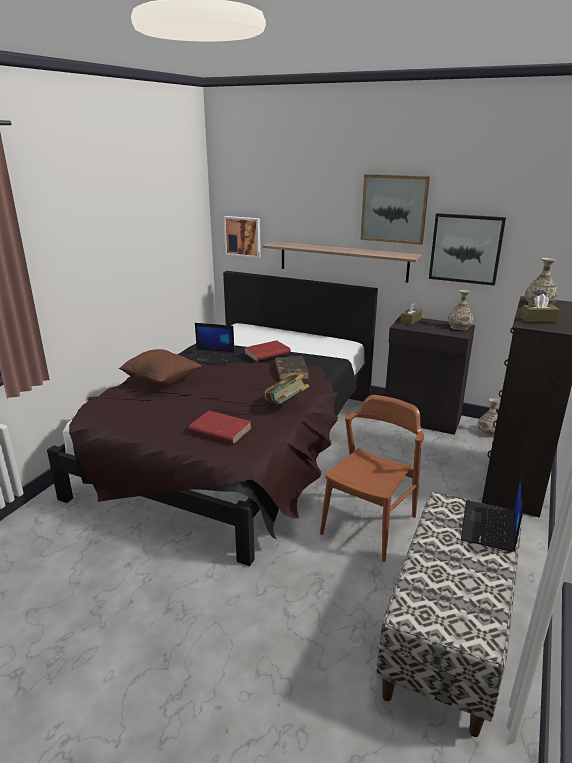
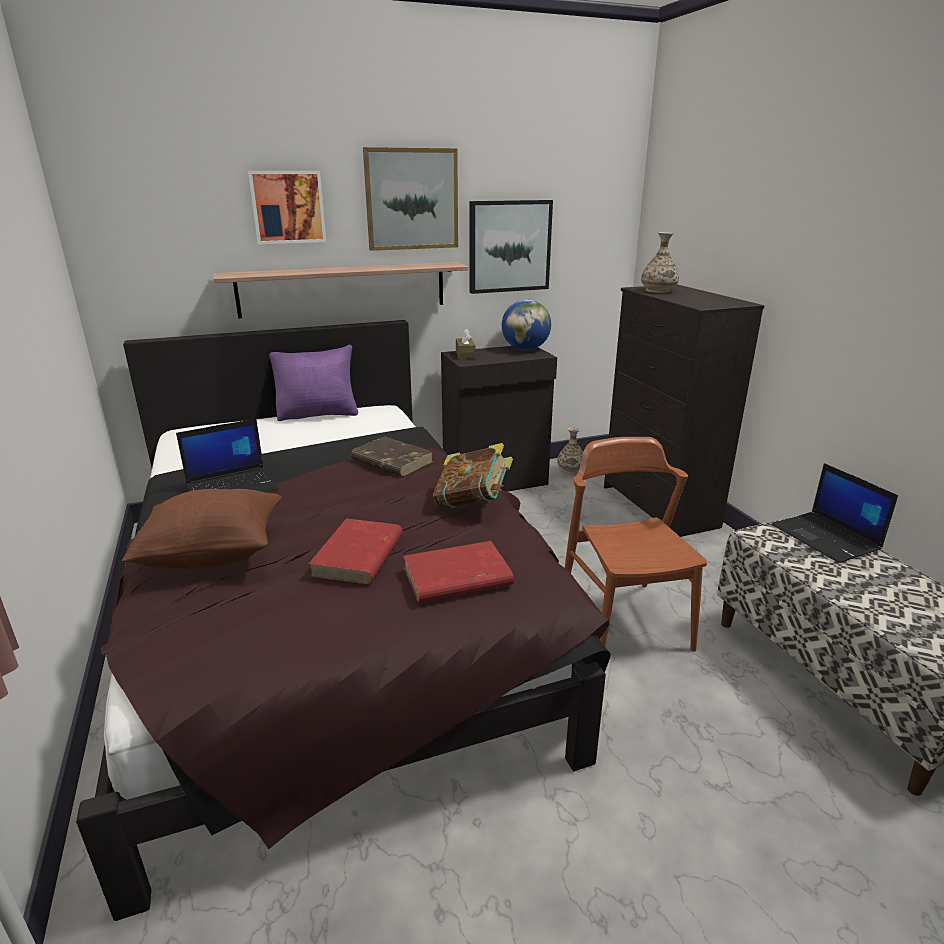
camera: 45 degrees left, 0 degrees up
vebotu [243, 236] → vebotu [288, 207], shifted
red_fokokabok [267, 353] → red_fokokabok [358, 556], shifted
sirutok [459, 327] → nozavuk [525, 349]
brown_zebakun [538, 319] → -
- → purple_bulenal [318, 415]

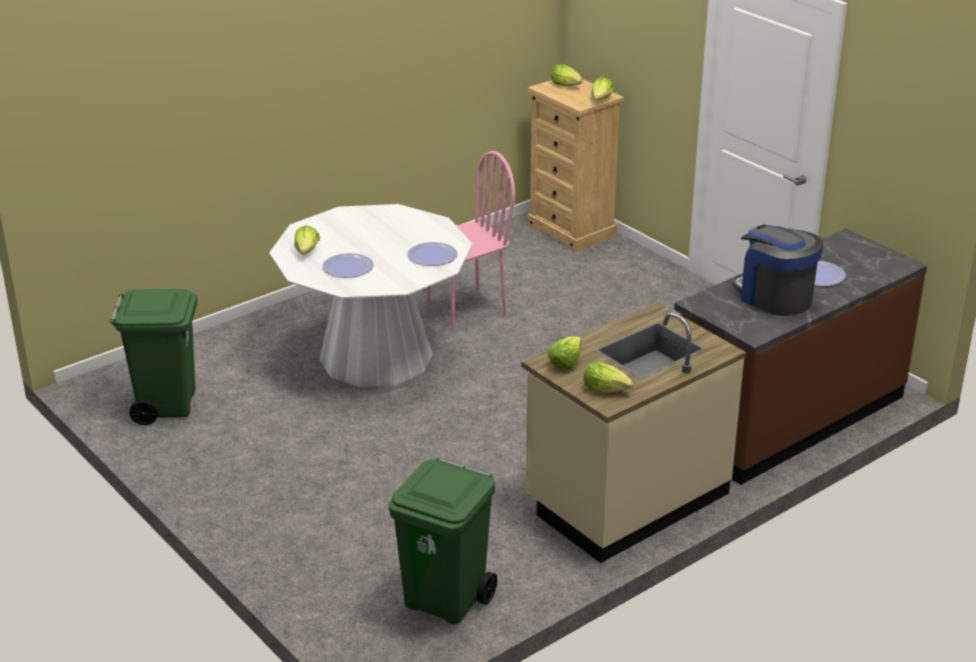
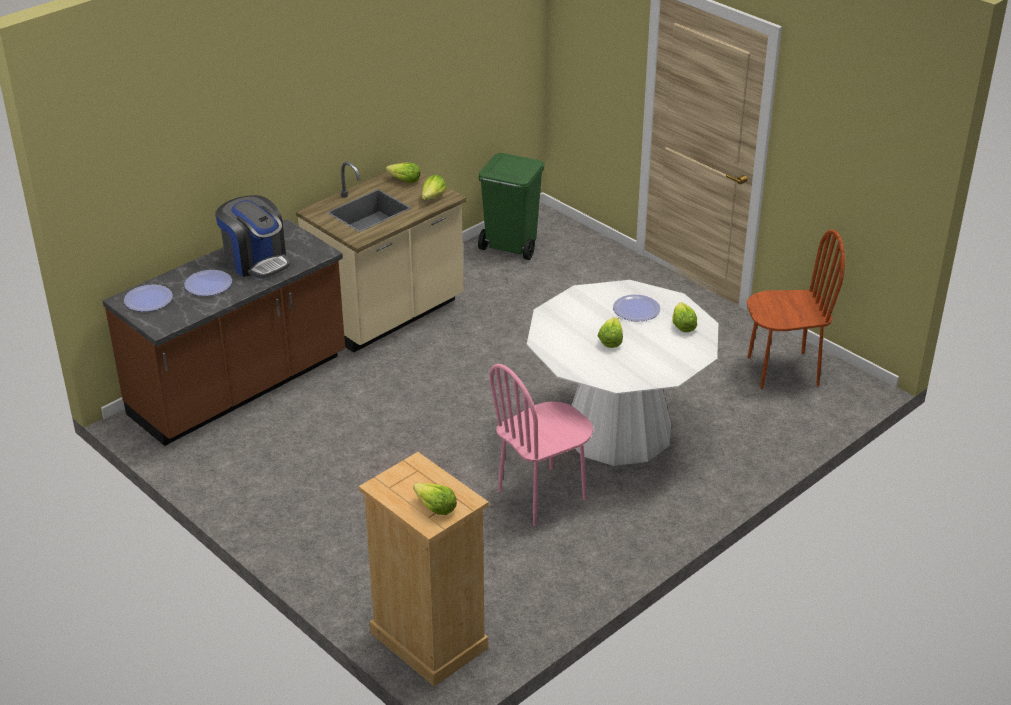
camera: 175 degrees right, 5 degrees up
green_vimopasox [166, 405] → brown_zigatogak [782, 371]
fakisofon [432, 255] → fakisofon [148, 299], shifted
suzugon [601, 99] → suzugon [610, 340], shifted

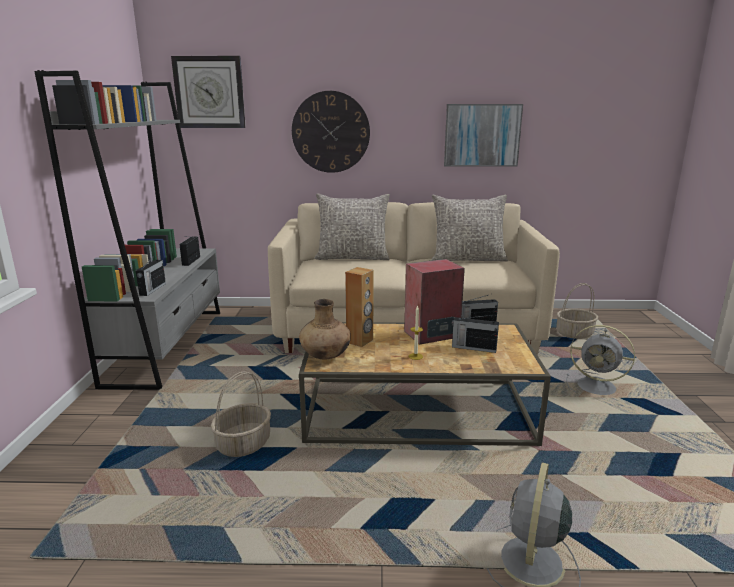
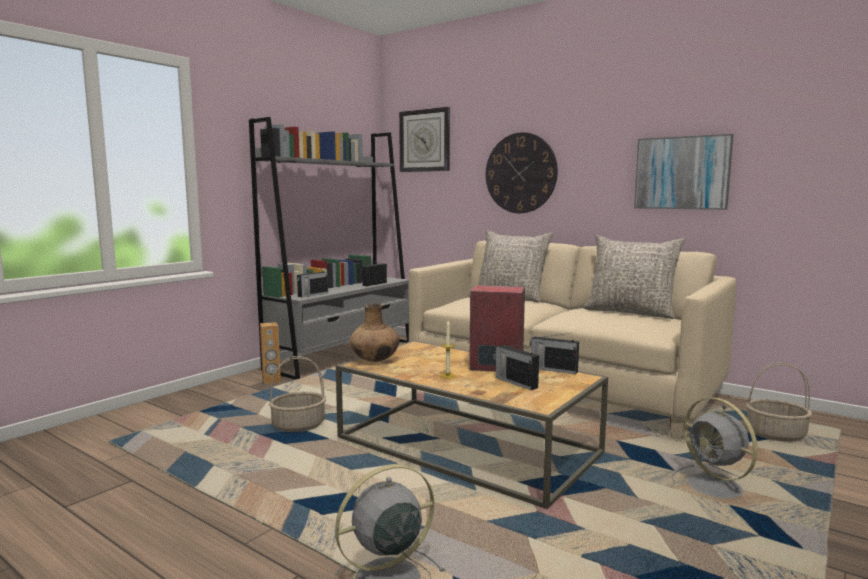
camera: 35 degrees right, 10 degrees down
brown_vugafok [360, 341] → brown_vugafok [271, 381], shifted

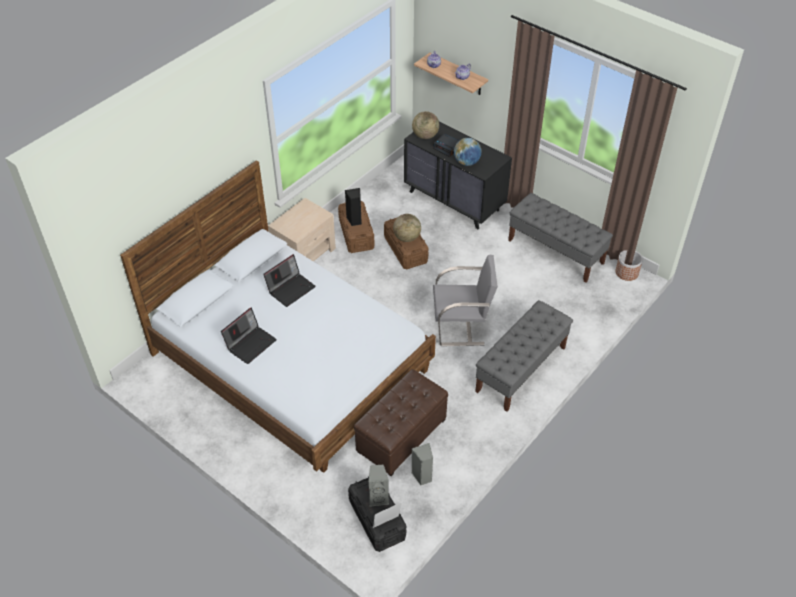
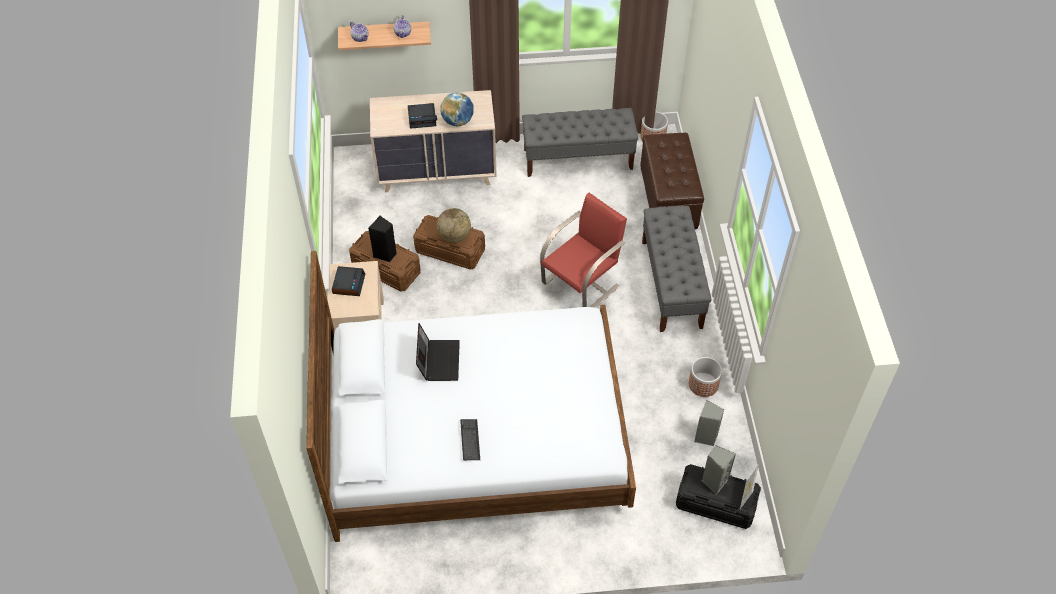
camera: 45 degrees left, 5 degrees up
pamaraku [250, 343] → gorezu [470, 440]
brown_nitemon [401, 436] → brown_nitemon [667, 198], shifted
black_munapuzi [454, 201] → beige_munapuzi [437, 172]
nozavuk [425, 136] → -
grey_zigatogak [461, 326] → red_zigatogak [582, 284]
- → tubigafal [348, 284]
- → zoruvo [703, 384]

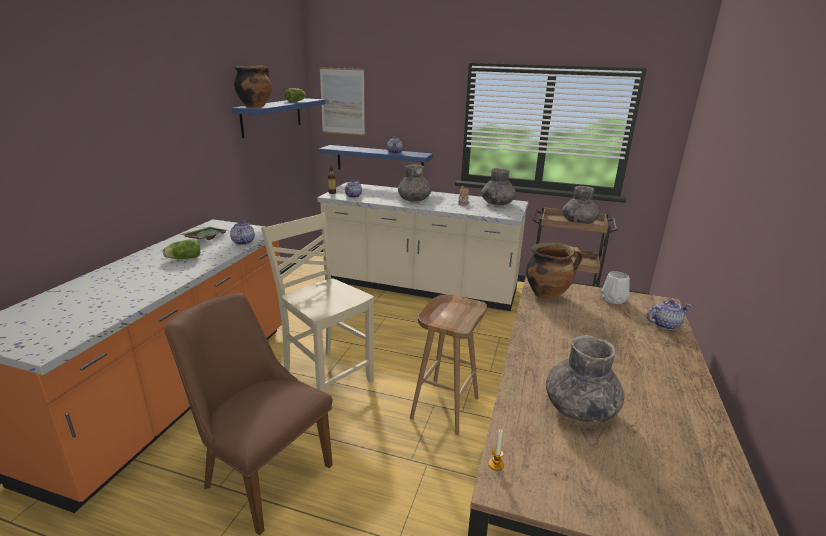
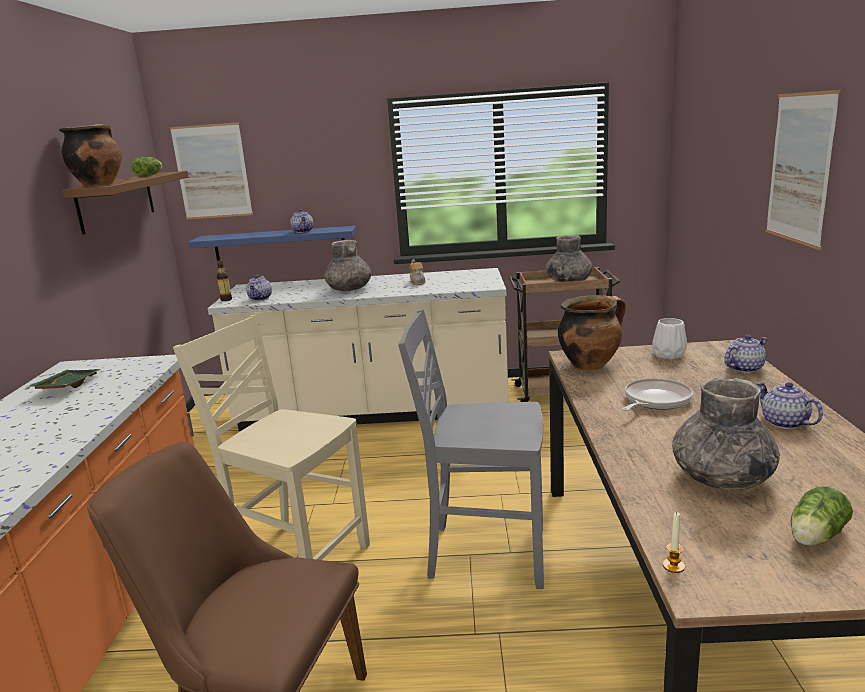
camera: 15 degrees left, 5 degrees down
suzugon [183, 258] → suzugon [814, 537], shifted
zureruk [243, 242] → zureruk [784, 422], shifted
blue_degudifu [272, 116] → brown_degudifu [117, 201]
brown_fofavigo [444, 407] → grey_zigatogak [484, 553]
grey_sirutok [497, 203] → -
- → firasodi [655, 400]
- → vebotu [800, 168]

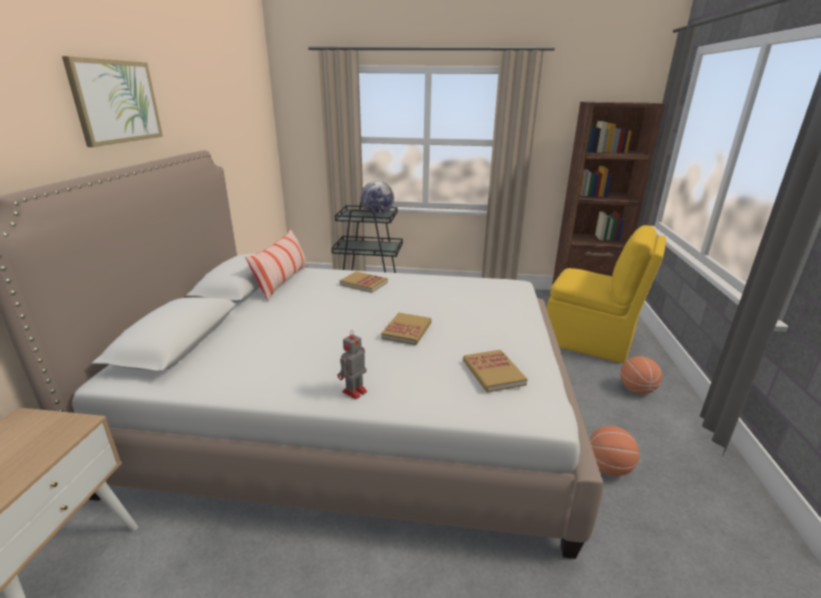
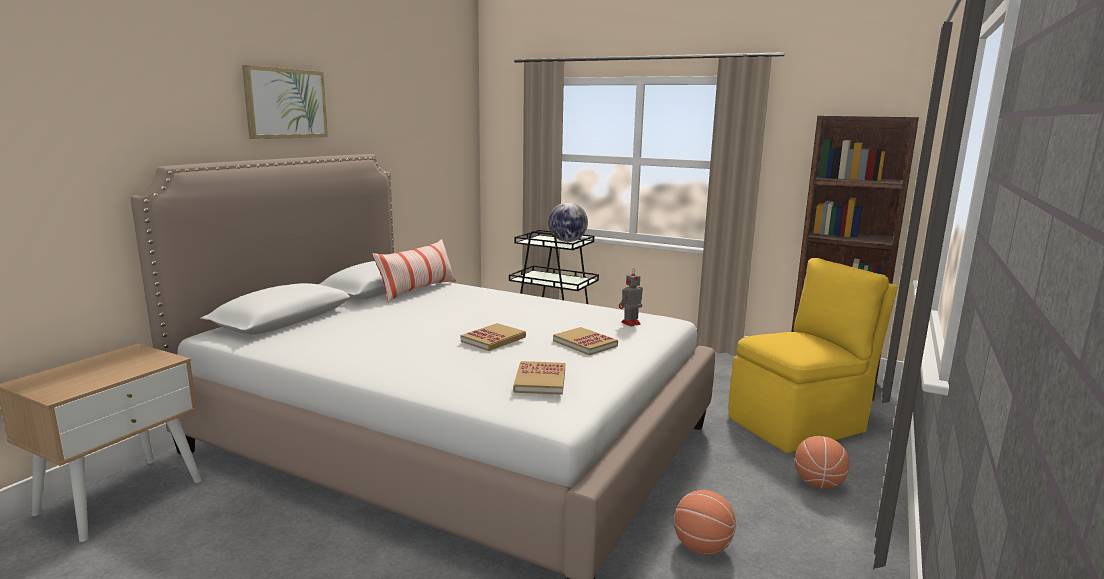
camera: 20 degrees right, 10 degrees down
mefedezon [353, 392] → mefedezon [630, 323], shifted
fokokabok [363, 283] → fokokabok [585, 343], shifted
yellow_zigatogak [590, 341] → yellow_zigatogak [799, 424], 75 degrees counterclockwise

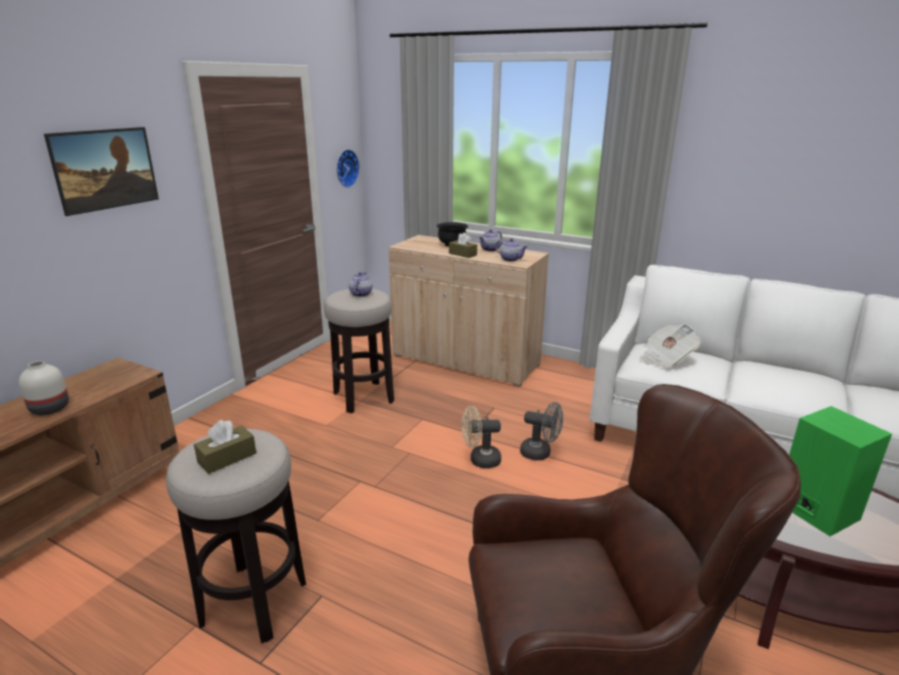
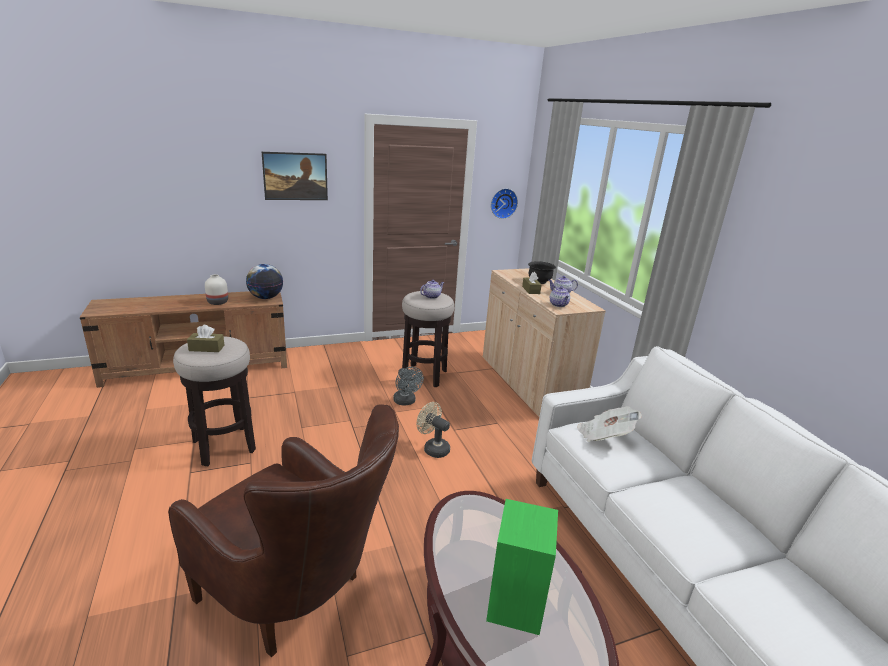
camera: 40 degrees right, 0 degrees up
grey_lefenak [540, 453] → grey_lefenak [406, 402], shifted
- → nozavuk [266, 298]

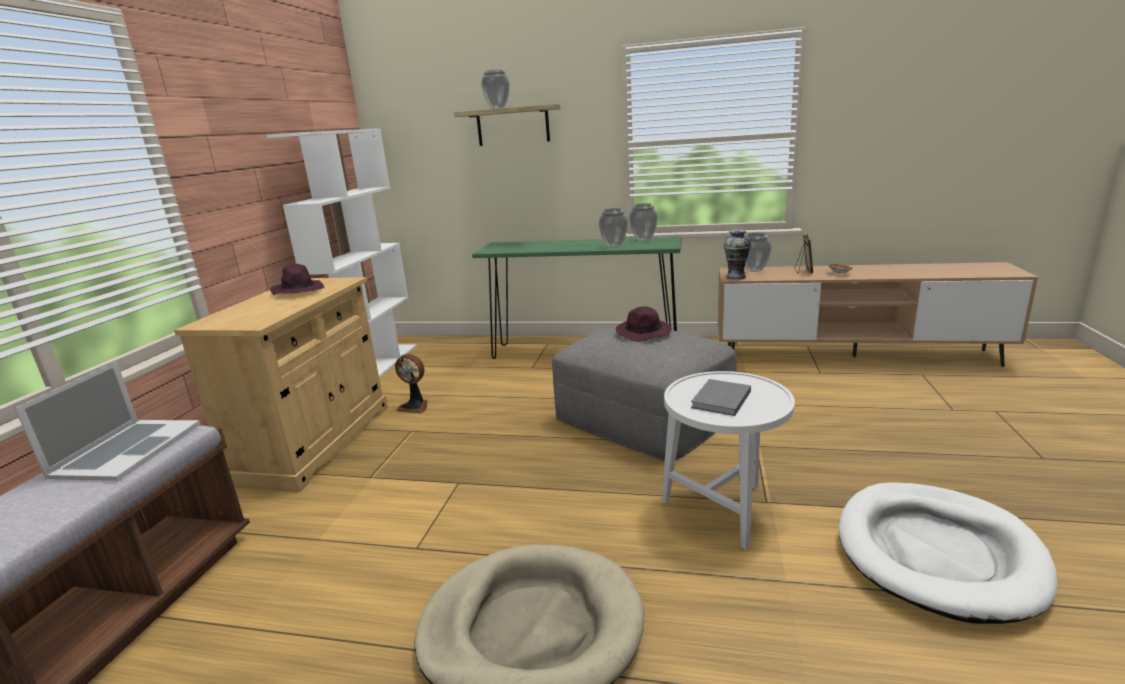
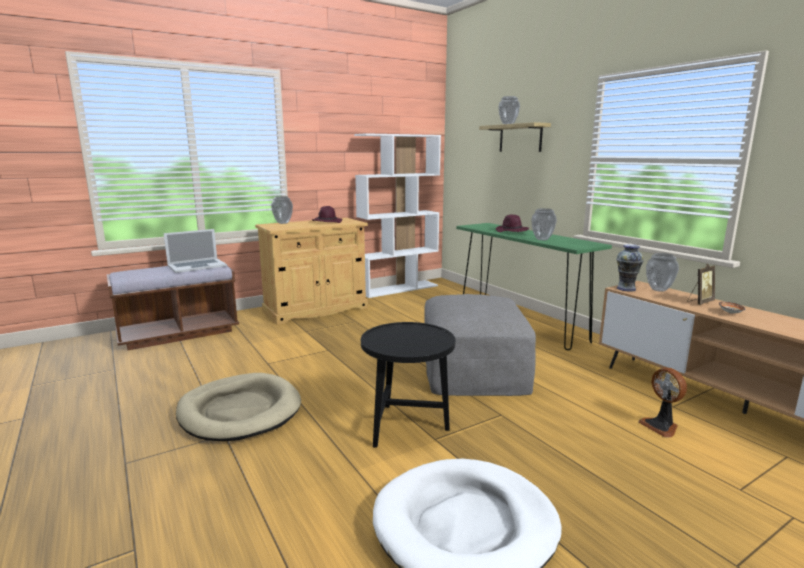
camera: 45 degrees right, 5 degrees down
lefenak [415, 406] → lefenak [661, 426], shifted
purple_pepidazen [644, 333] → purple_pepidazen [512, 231], shifted
sirutok [643, 240] → sirutok [283, 223], shifted
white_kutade [724, 507] → black_kutade [407, 426]
grey_fokokabok [719, 400] → -

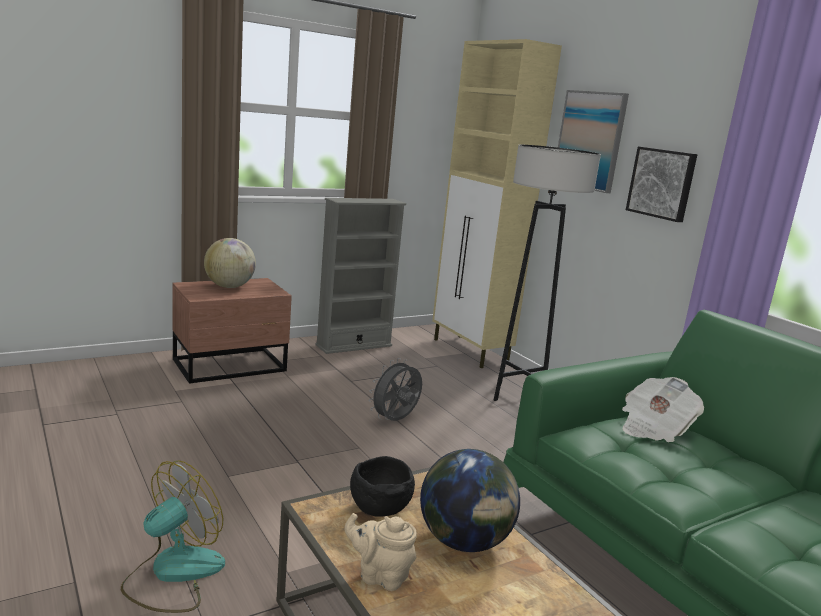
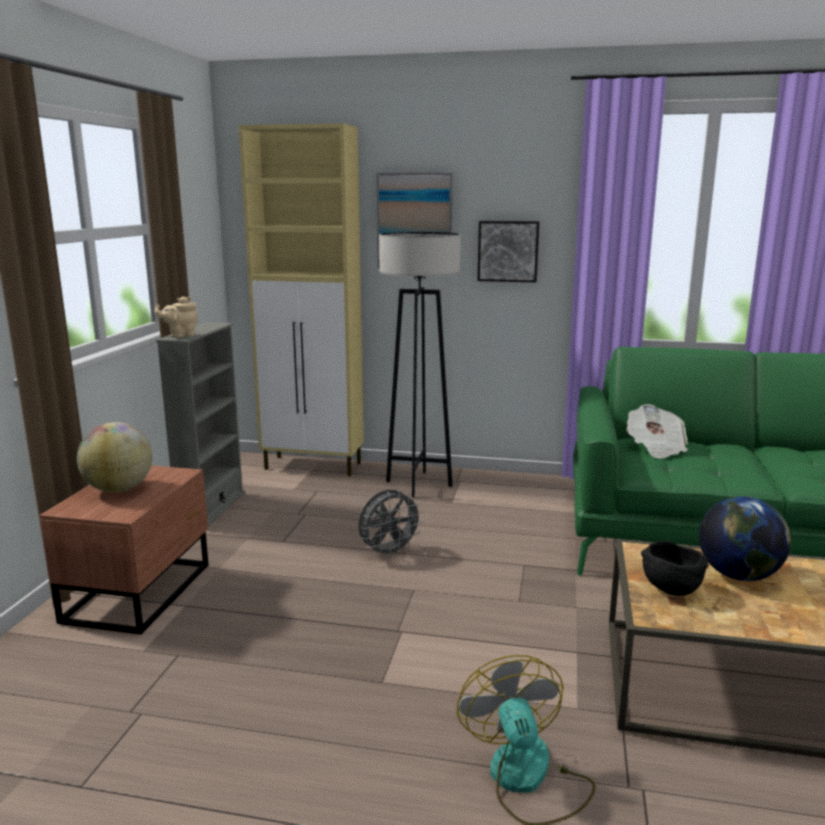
camera: 45 degrees left, 0 degrees up
beige_zureruk [380, 575] → beige_zureruk [180, 335], shifted
grey_lefenak [395, 421] → grey_lefenak [389, 553], 120 degrees counterclockwise

